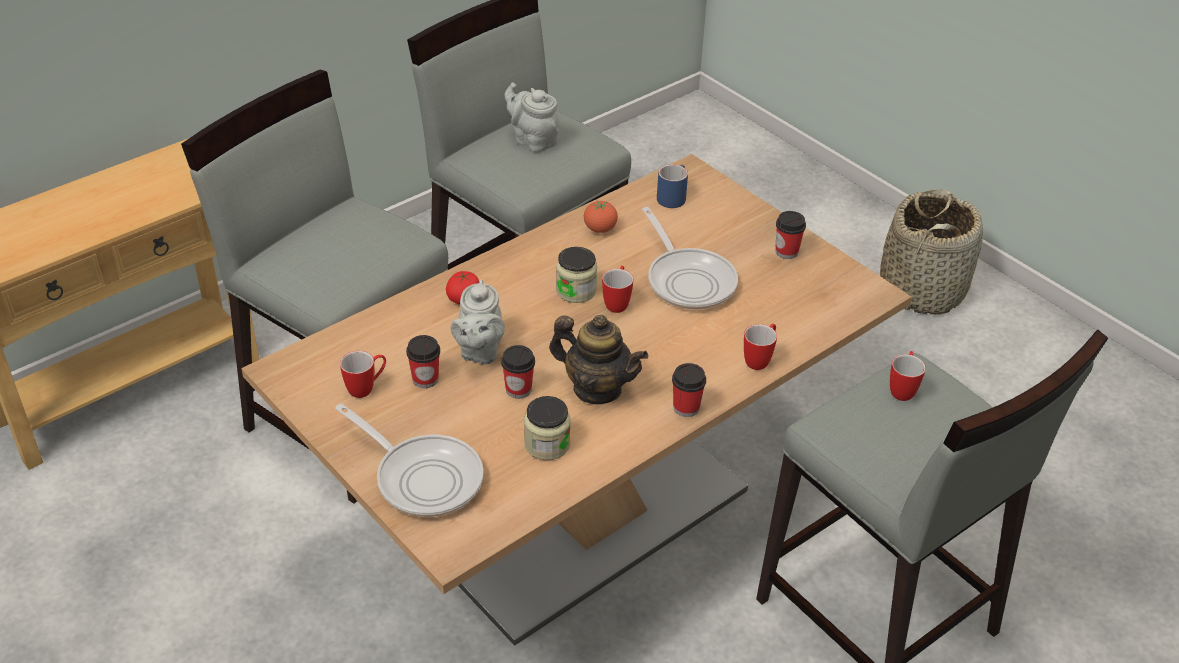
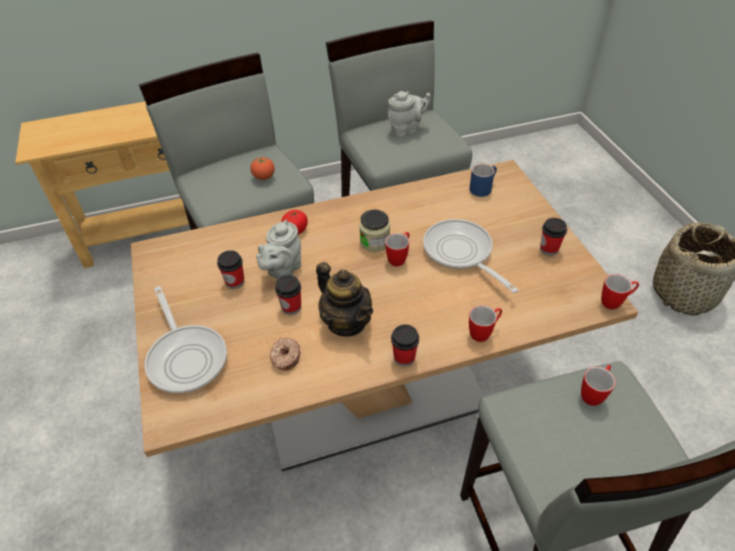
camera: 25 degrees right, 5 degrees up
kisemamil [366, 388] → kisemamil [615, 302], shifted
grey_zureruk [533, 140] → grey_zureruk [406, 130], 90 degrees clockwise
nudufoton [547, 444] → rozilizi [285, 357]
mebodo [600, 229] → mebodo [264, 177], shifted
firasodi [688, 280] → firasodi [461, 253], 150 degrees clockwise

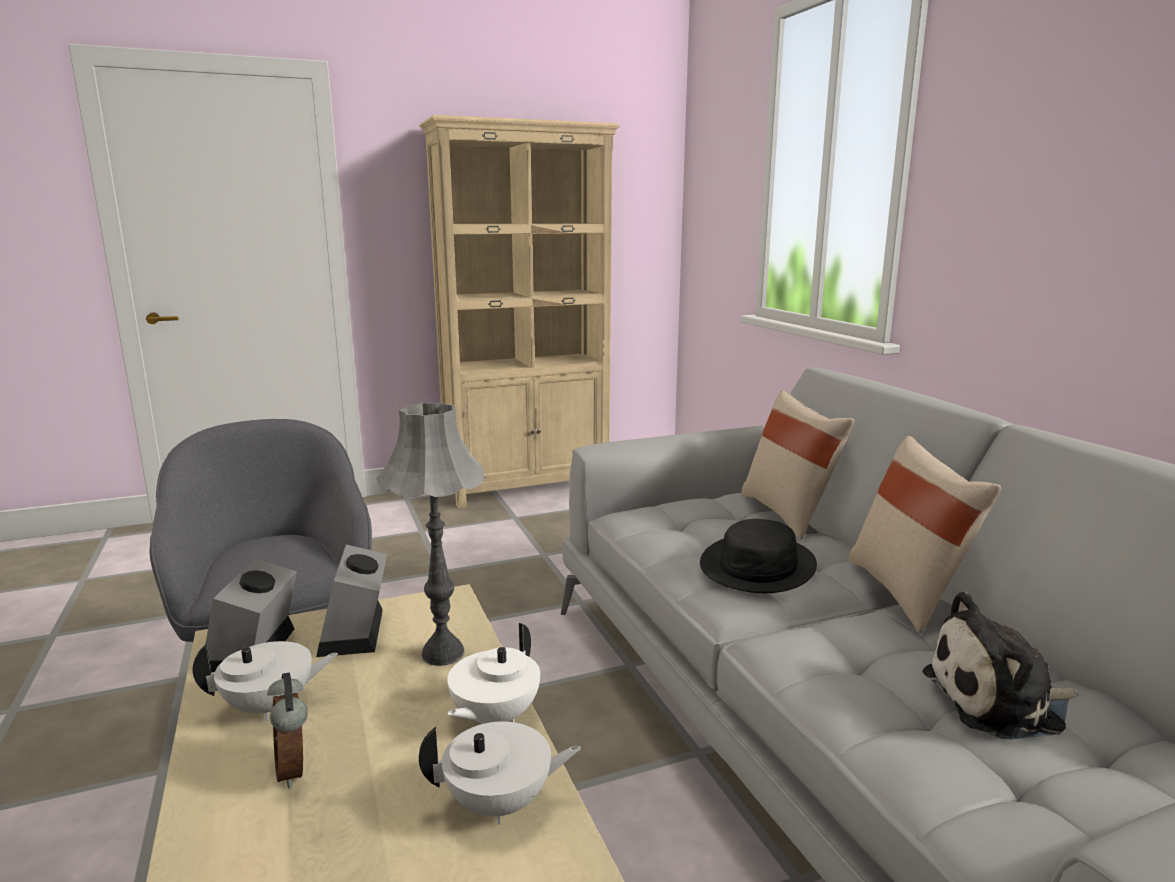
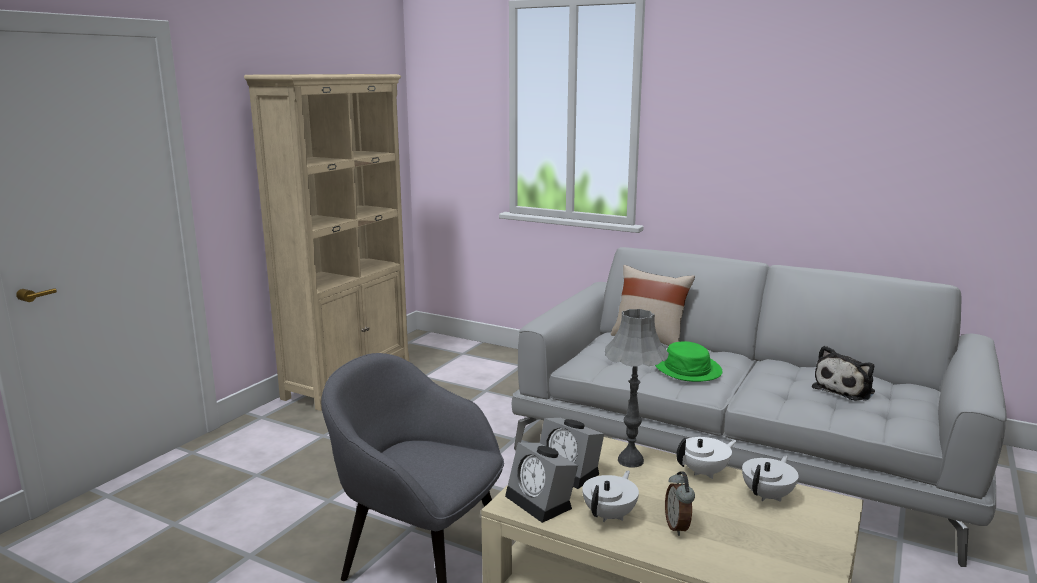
camera: 40 degrees left, 0 degrees up
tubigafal [294, 769] → tubigafal [678, 527], 60 degrees clockwise
white_zureruk [494, 717] → white_zureruk [704, 472], 105 degrees counterclockwise
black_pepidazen [758, 566] → green_pepidazen [687, 368]
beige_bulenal [908, 593] → -

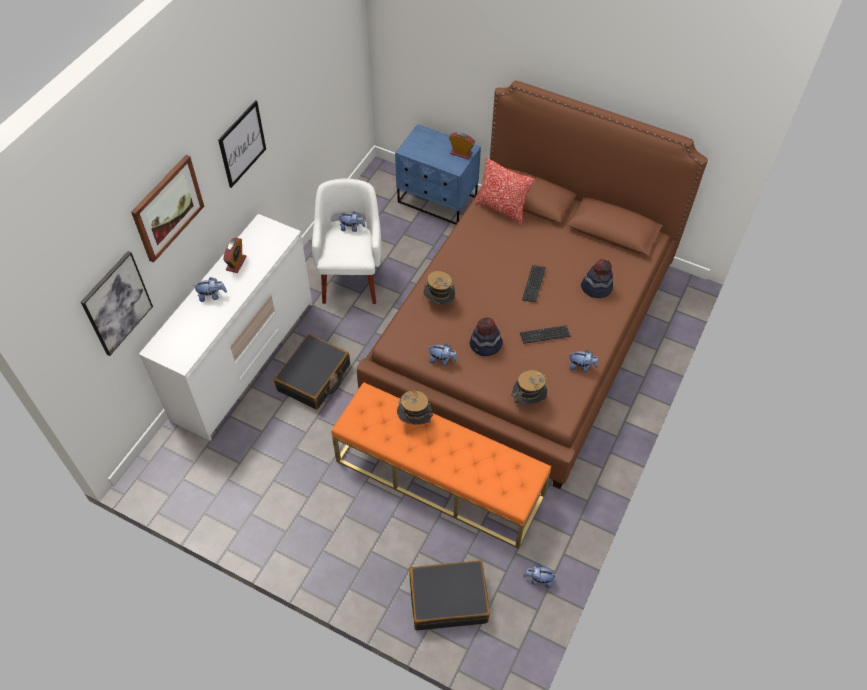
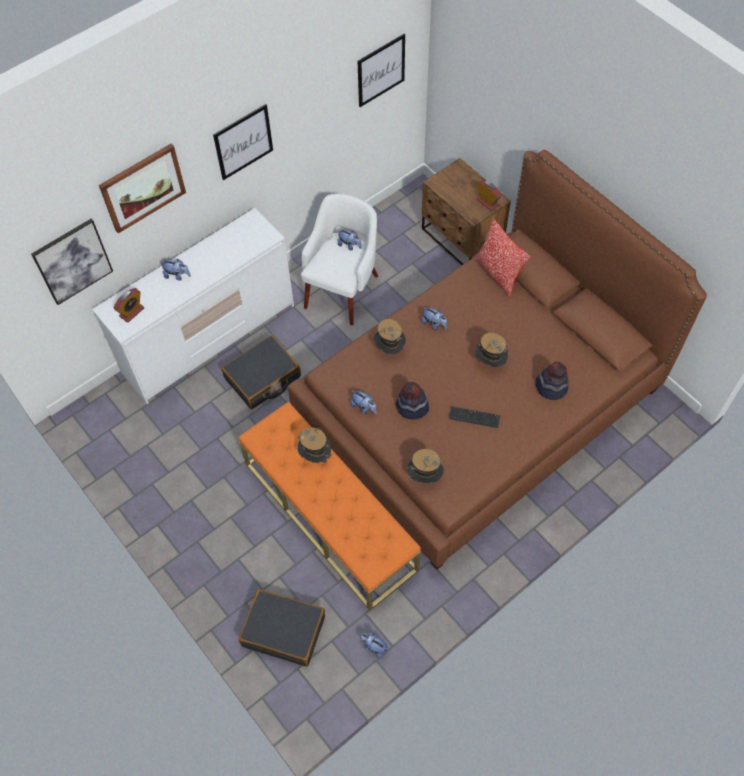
camera: 25 degrees right, 5 degrees up
tubigafal [236, 263] → tubigafal [132, 312], shifted
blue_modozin [437, 201] → brown_modozin [461, 239]
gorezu [533, 284] → pepidazen [490, 362]
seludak [581, 367] → seludak [434, 324], shifted
- → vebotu [381, 70]

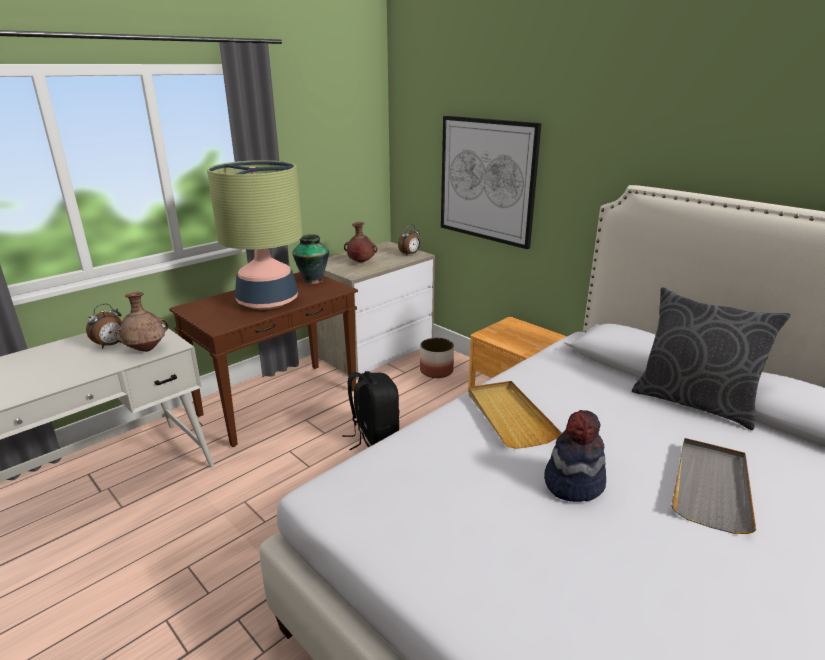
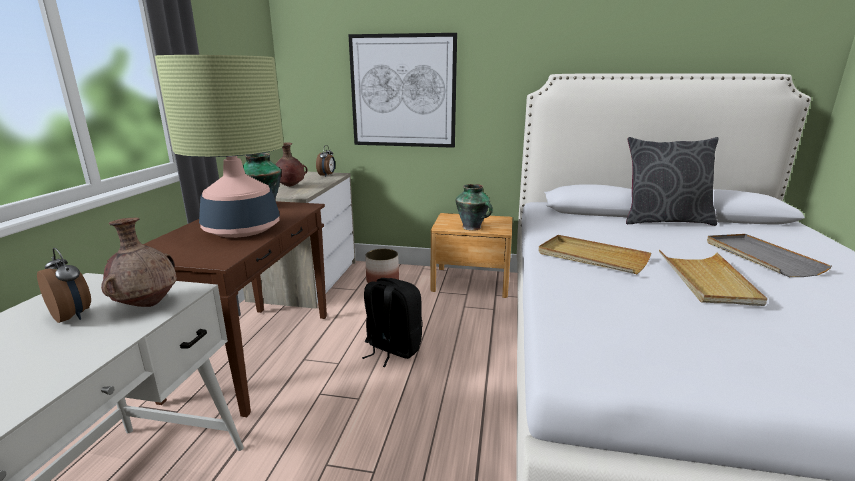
camera: 35 degrees left, 5 degrees down
tubigafal [111, 345] → tubigafal [73, 316], 60 degrees counterclockwise
pepidazen [573, 482] → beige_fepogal [707, 280]
- → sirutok [472, 228]

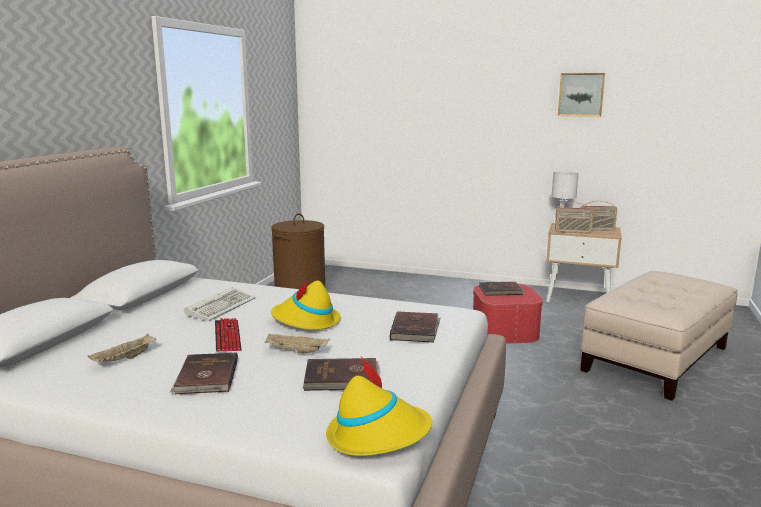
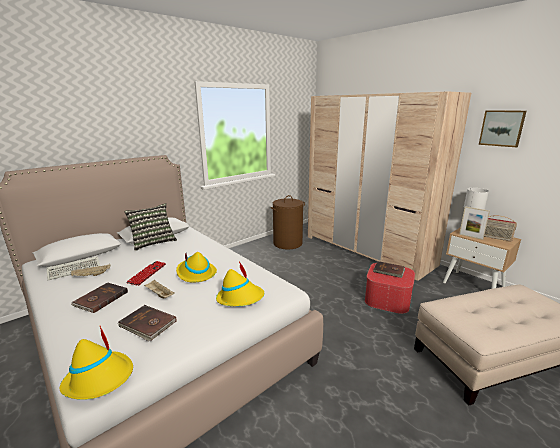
camera: 30 degrees right, 5 degrees up
gorezu [221, 306] → gorezu [76, 269], shifted
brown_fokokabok [415, 329] → yellow_pepidazen [240, 298]
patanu [573, 232] → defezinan [471, 236]
- → bulenal [153, 242]
- → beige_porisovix [367, 250]

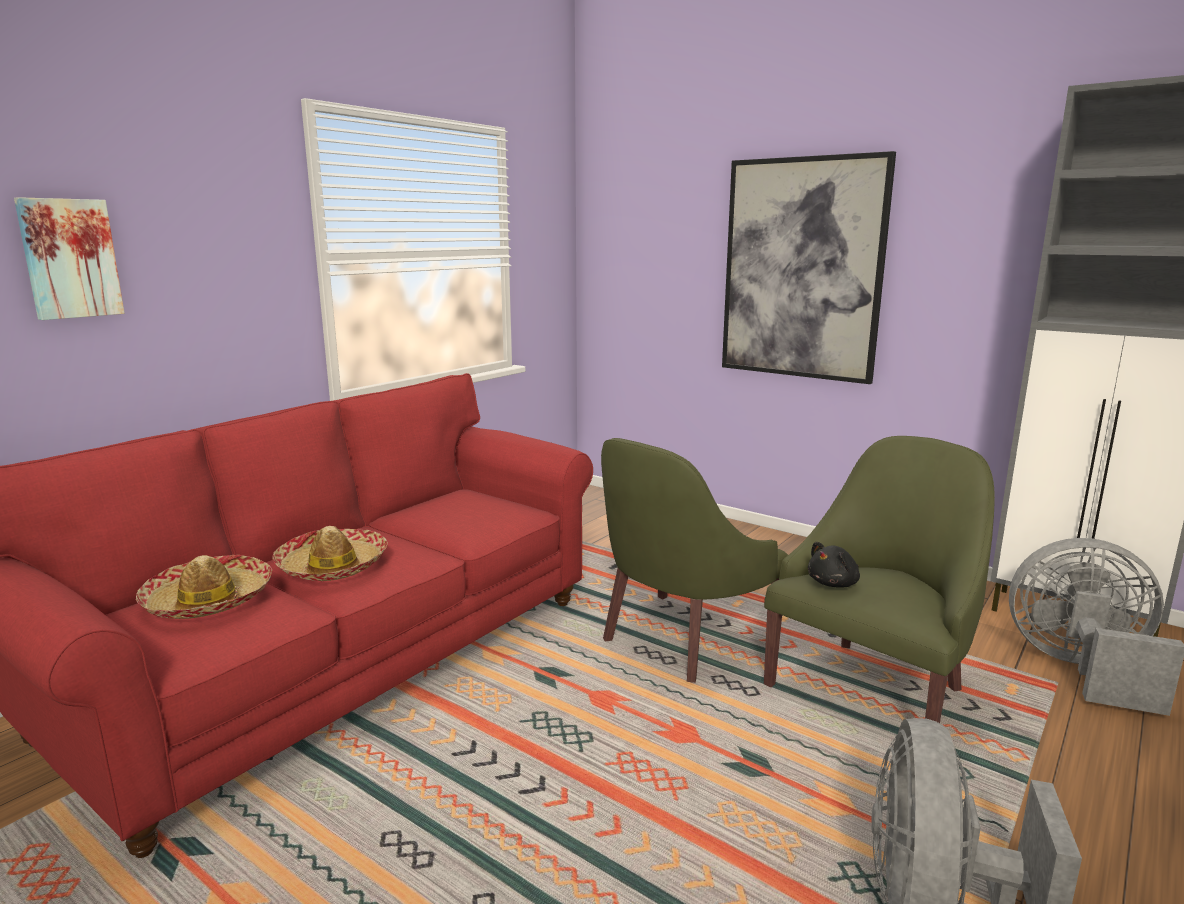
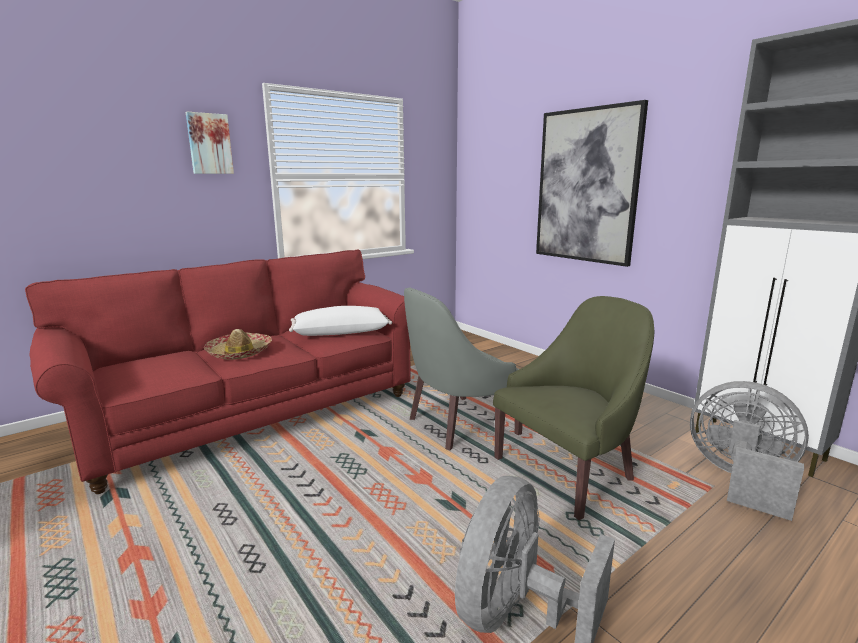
camera: 15 degrees right, 0 degrees up
vebotu [70, 258] → vebotu [209, 144], shifted
pepidazen [208, 600] → -
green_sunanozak [680, 640] → grey_sunanozak [458, 425]
black_seludak [834, 583] → -
- → white_bulenal [341, 332]

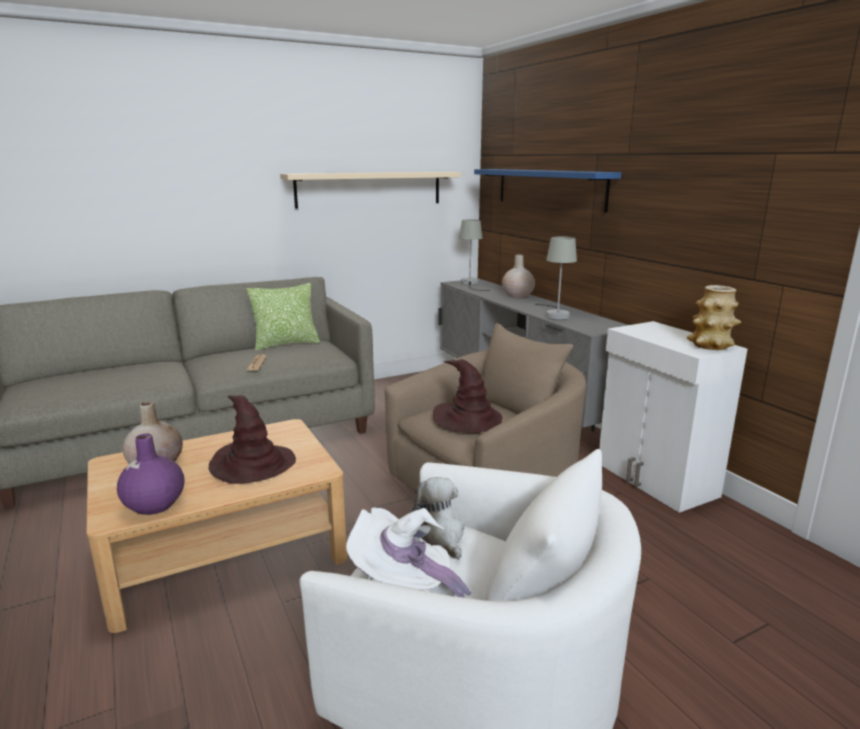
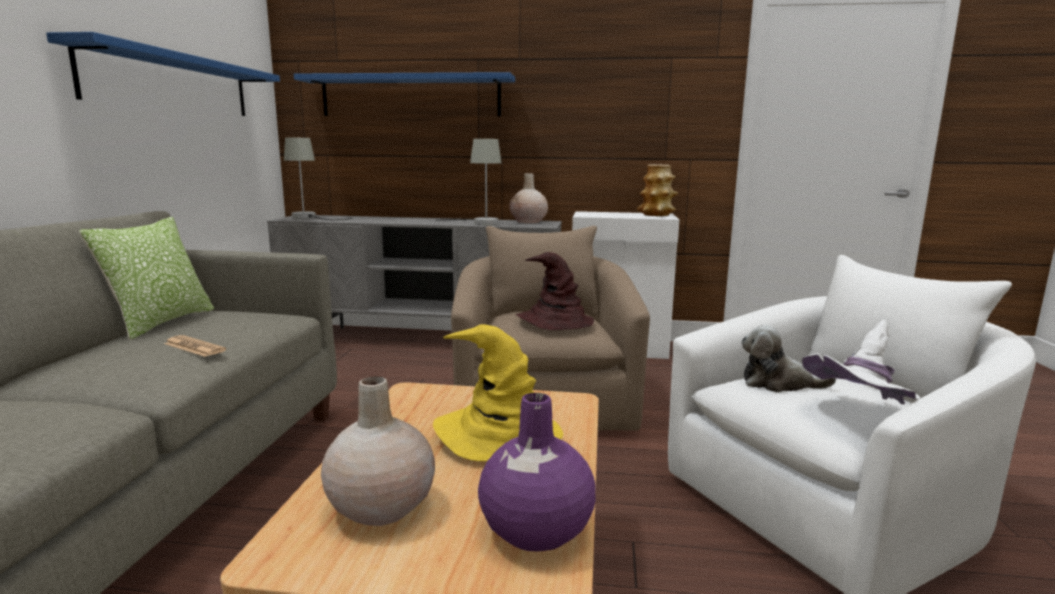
camera: 55 degrees left, 5 degrees down
brown_pepidazen [252, 465] → yellow_pepidazen [498, 434]
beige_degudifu [370, 189] → blue_degudifu [172, 84]
beige_sirutok [517, 295] → beige_sirutok [528, 222], shifted

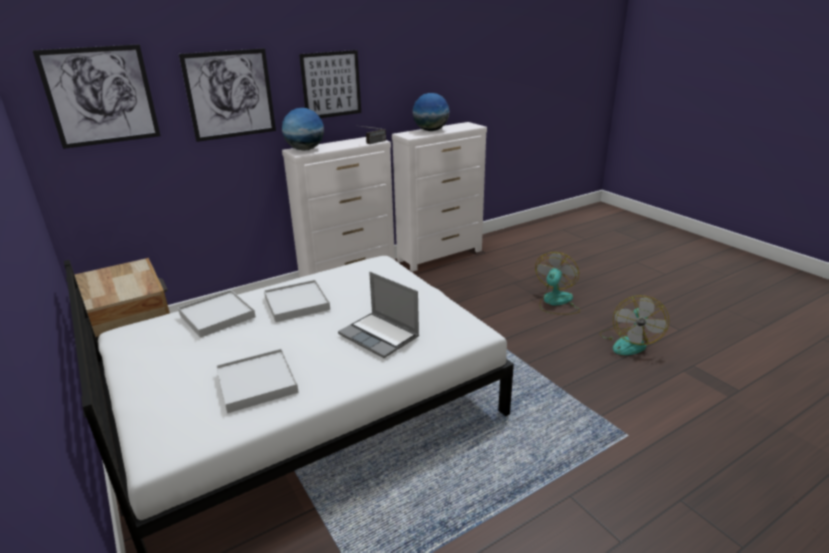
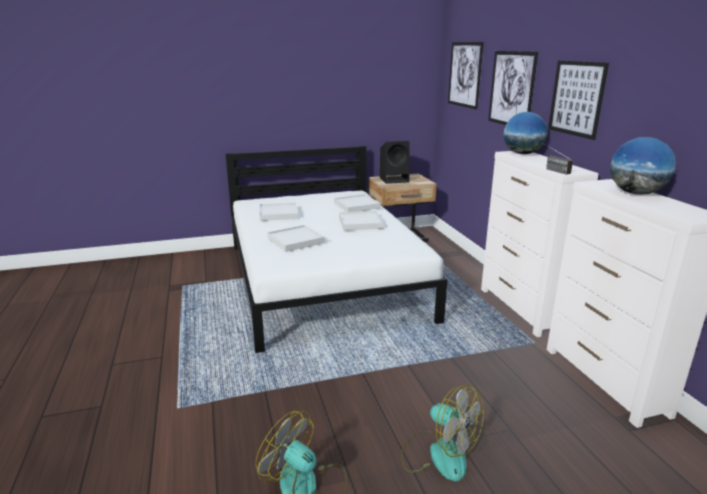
camera: 105 degrees right, 5 degrees down
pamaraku [380, 336] → white_fepogal [295, 240]
- → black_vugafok [395, 180]

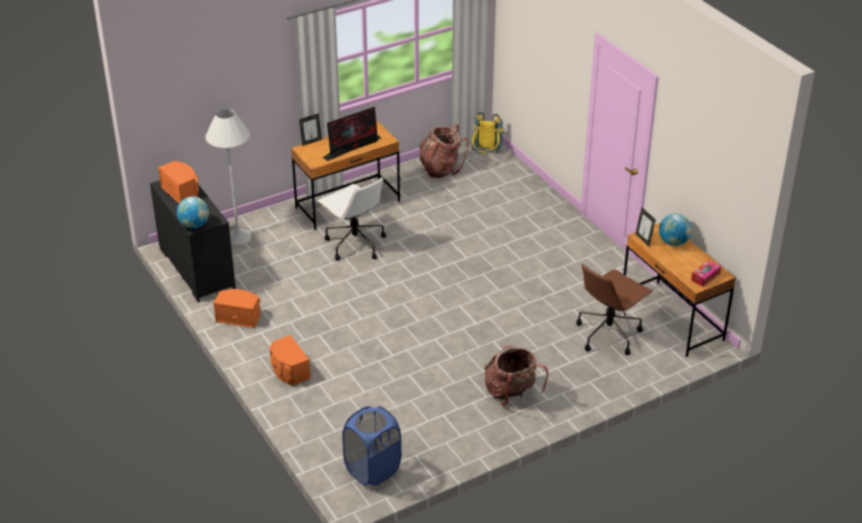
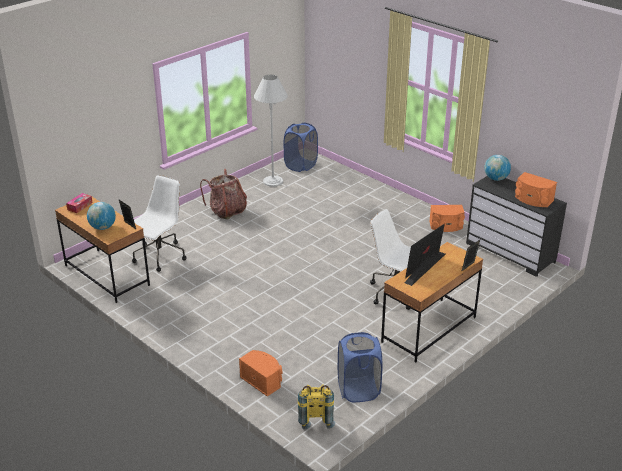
camera: 165 degrees right, 5 degrees down
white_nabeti [238, 237] → white_nabeti [273, 181], shifted
orange_vugafok [289, 371] → orange_vugafok [262, 380], shifted
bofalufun [440, 169] → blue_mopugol [358, 390]
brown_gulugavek [609, 334] → white_gulugavek [159, 257]

